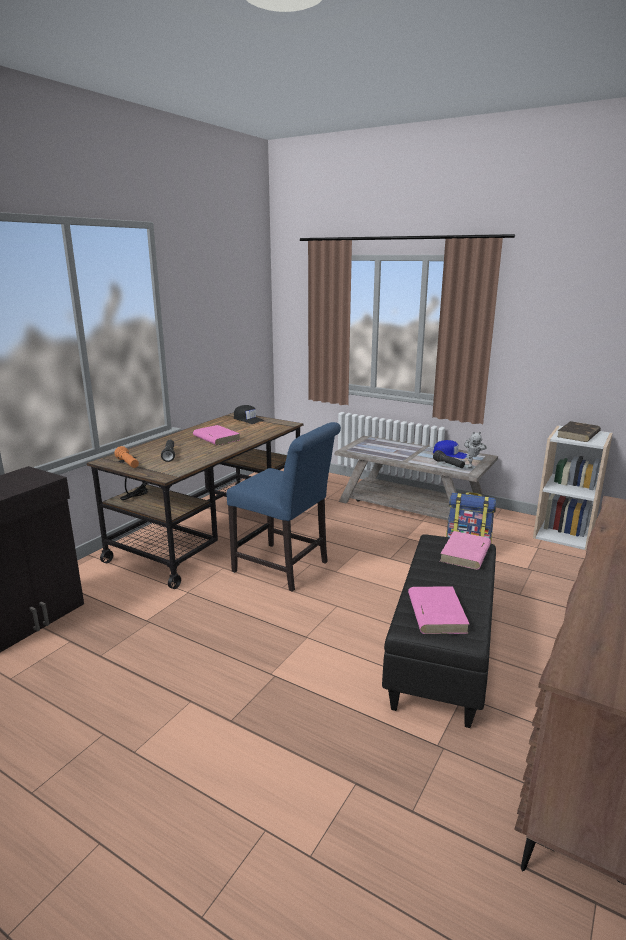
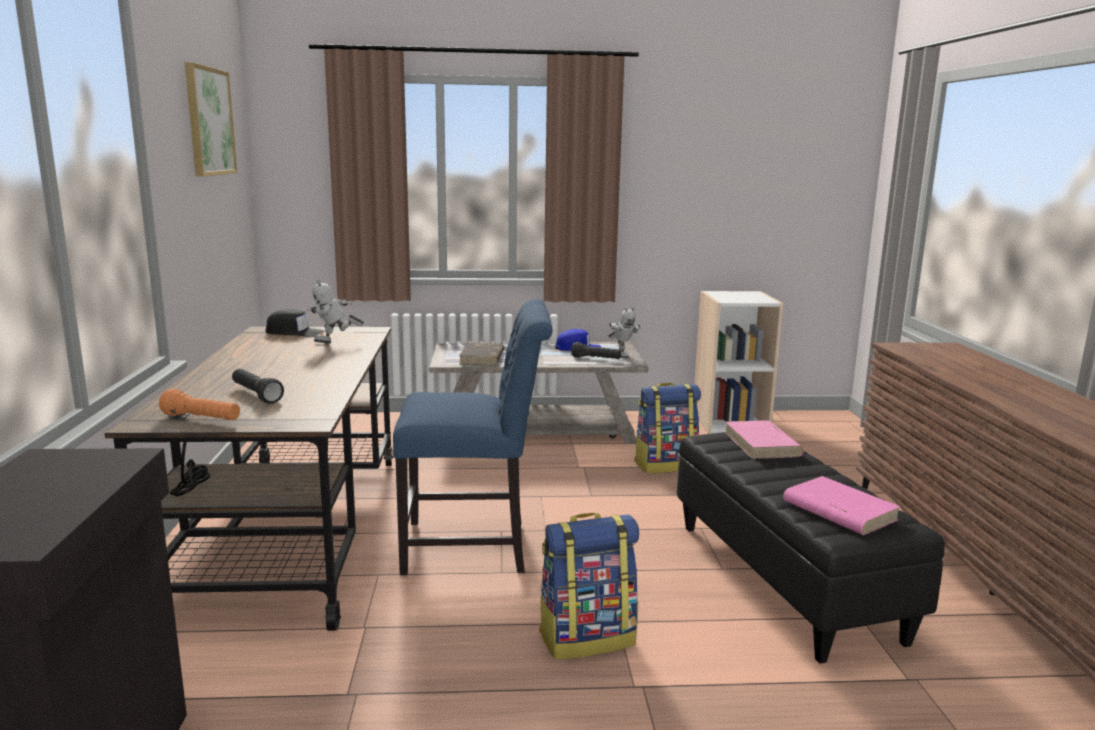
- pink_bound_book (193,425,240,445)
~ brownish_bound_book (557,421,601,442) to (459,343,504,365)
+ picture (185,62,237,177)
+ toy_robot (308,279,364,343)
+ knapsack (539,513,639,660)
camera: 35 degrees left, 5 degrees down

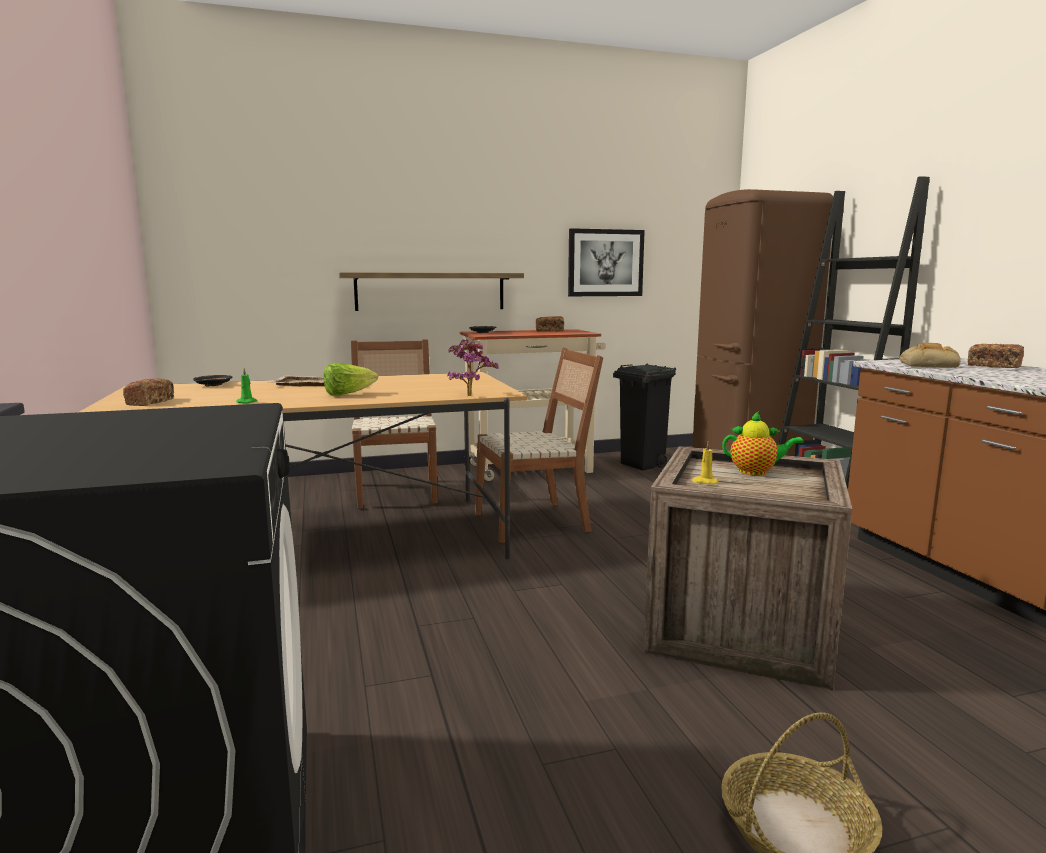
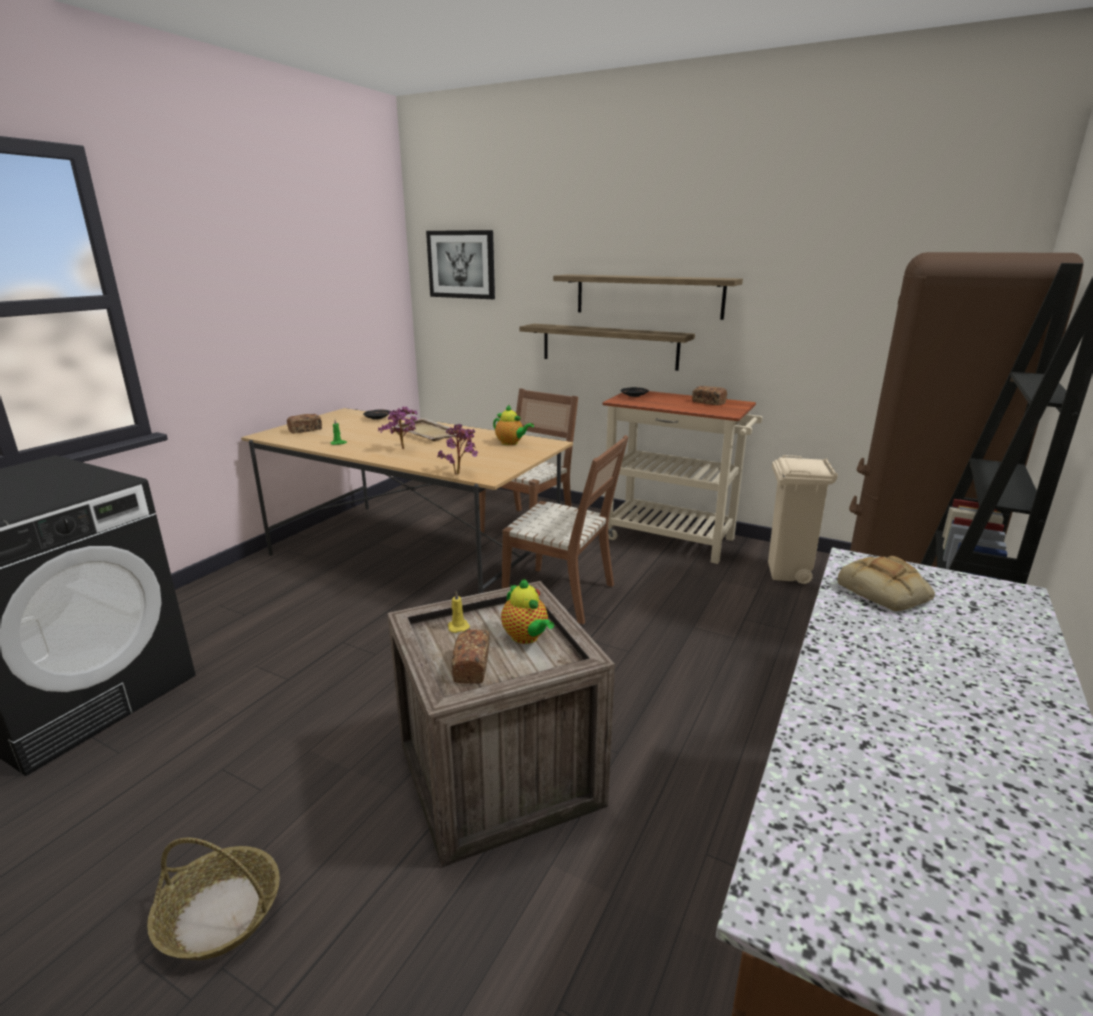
~ lettuce_head (323,362,378,396) to plant_in_a_pot (378,406,417,449)
~ picture (568,228,645,296) to (426,230,495,299)
~ black_waste_bin (613,364,676,471) to beige_waste_bin (768,455,838,584)
~ baked_bread (968,344,1024,368) to (451,629,490,684)
+ pot_for_tea (493,405,534,445)
+ wall_shelf (553,274,743,320)
camera: 45 degrees right, 10 degrees up

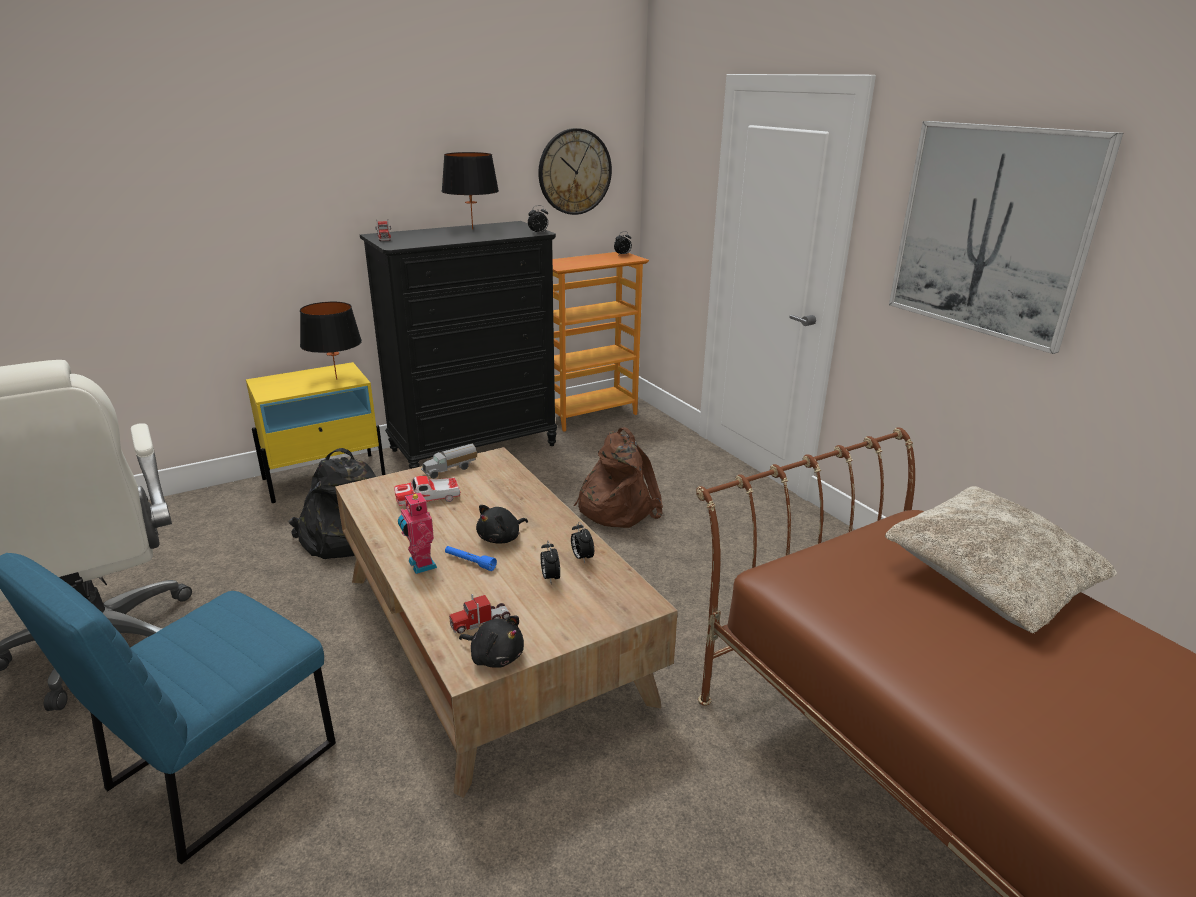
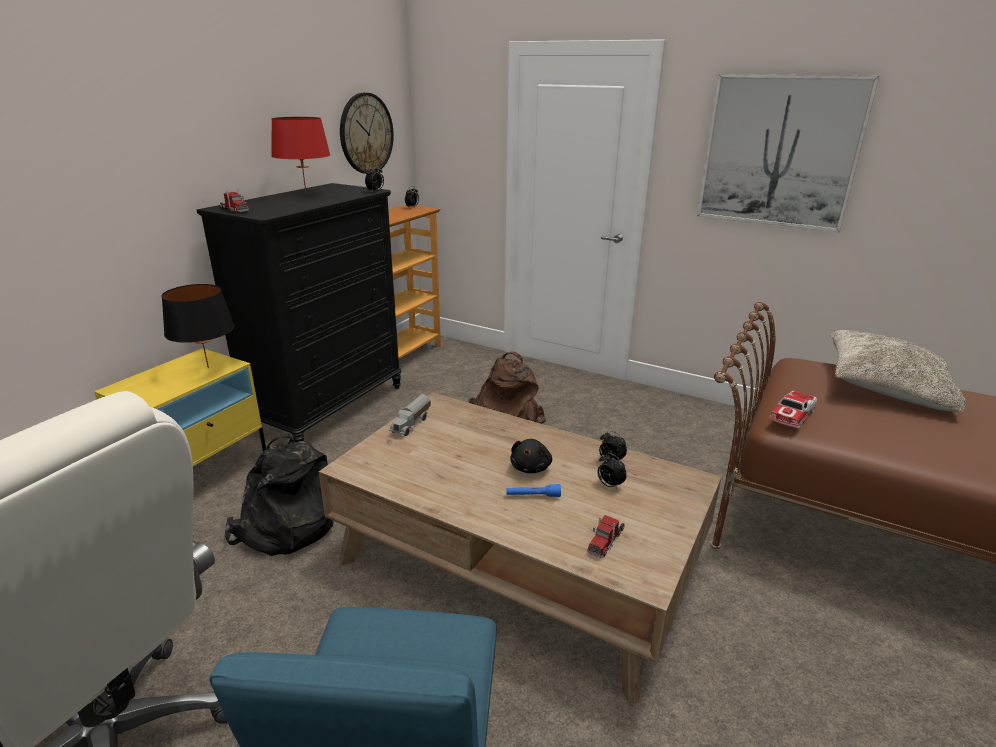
~ miniature_car (394,476,461,506) to (769,391,817,428)
- toy_robot (398,491,437,574)
~ black_lamp_for_a_table (442,152,499,230) to red_lamp_for_a_table (271,117,330,194)
- black_plush_toy (459,616,524,668)
camera: 30 degrees left, 0 degrees up

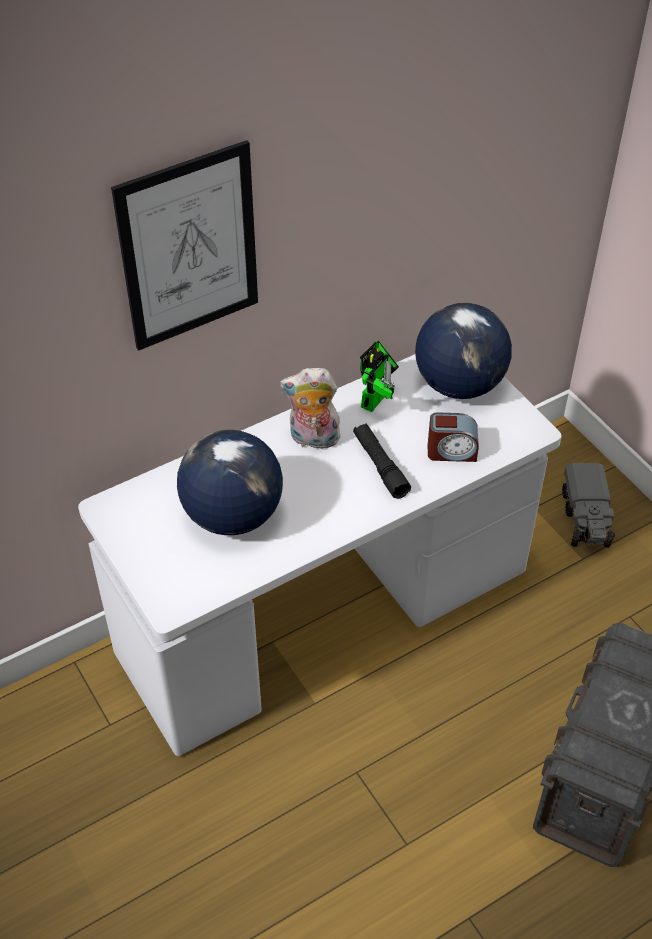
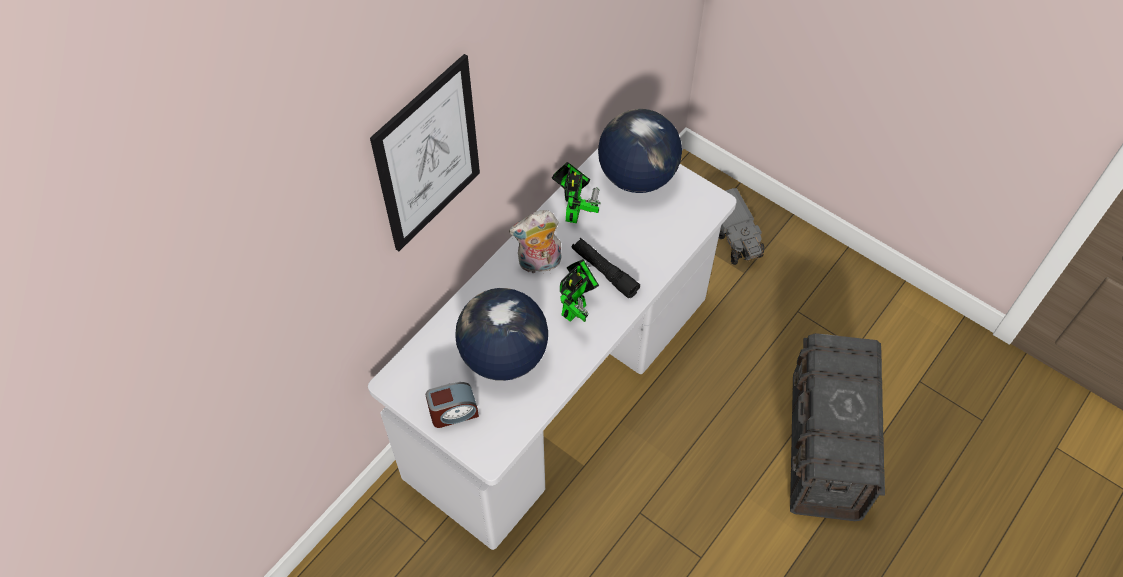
~ bedside_clock (428,412,479,462) to (426,382,479,428)
+ toy_robot (560,259,599,322)
camera: 20 degrees left, 10 degrees up

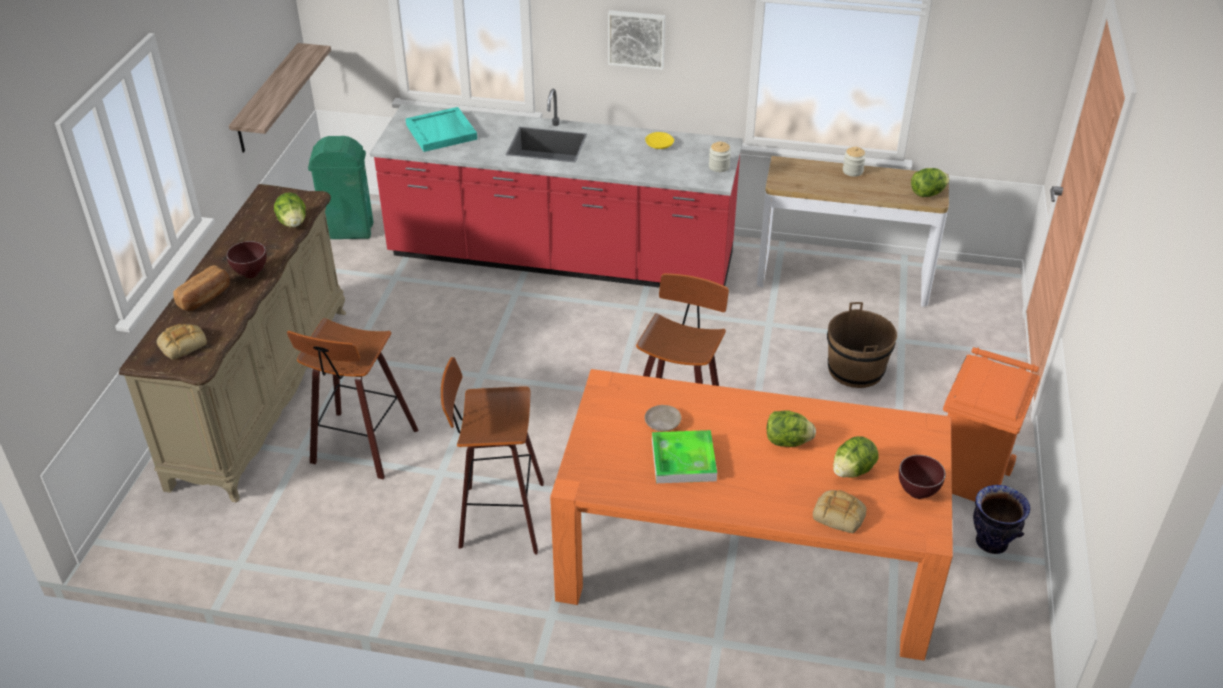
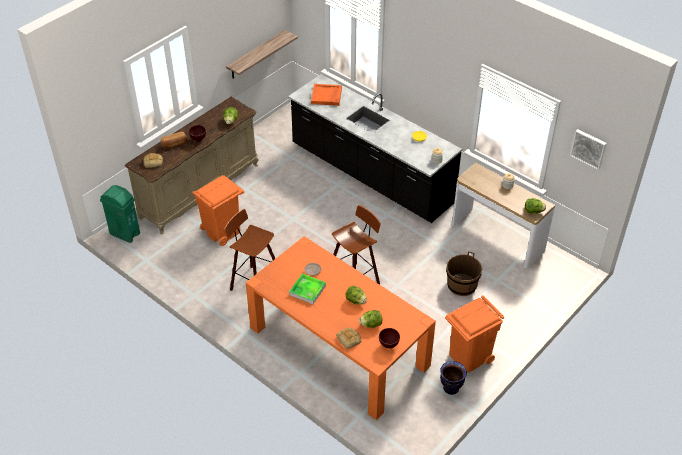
~ stool_seat (287,318,418,480) to orange_waste_bin (192,175,244,246)
~ green-coloured_waste_bin (308,136,373,239) to (100,185,140,243)
~ red_kitchen_counter (370,89,743,288) to black_kitchen_counter (288,74,462,223)
~ turquoise-coloured_serving_tray (406,107,477,152) to orange_serving_tray (311,84,342,106)
~ picture (608,10,665,70) to (570,129,607,170)
camera: 30 degrees right, 5 degrees up

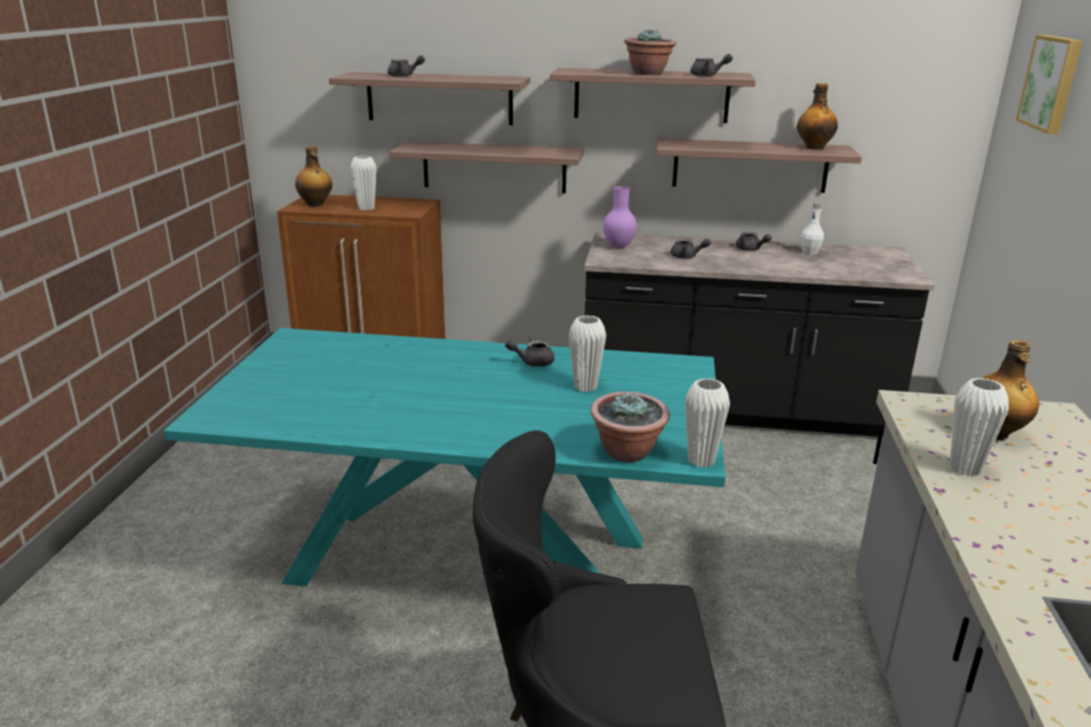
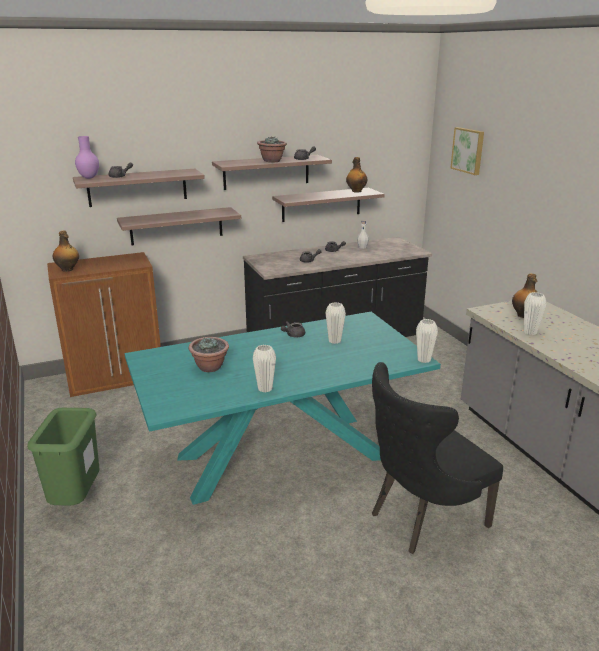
~ whitish_flower_vase (350,156,377,210) to (253,345,276,392)
~ plant_in_a_pot (591,392,670,462) to (189,337,229,372)
~ purple-coloured_flower_vase (603,186,637,248) to (75,136,99,179)
+ green-coloured_waste_bin (27,408,99,506)
camera: 30 degrees left, 0 degrees up

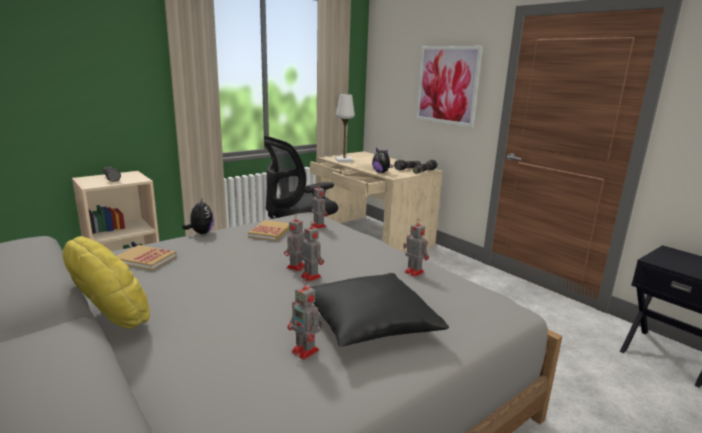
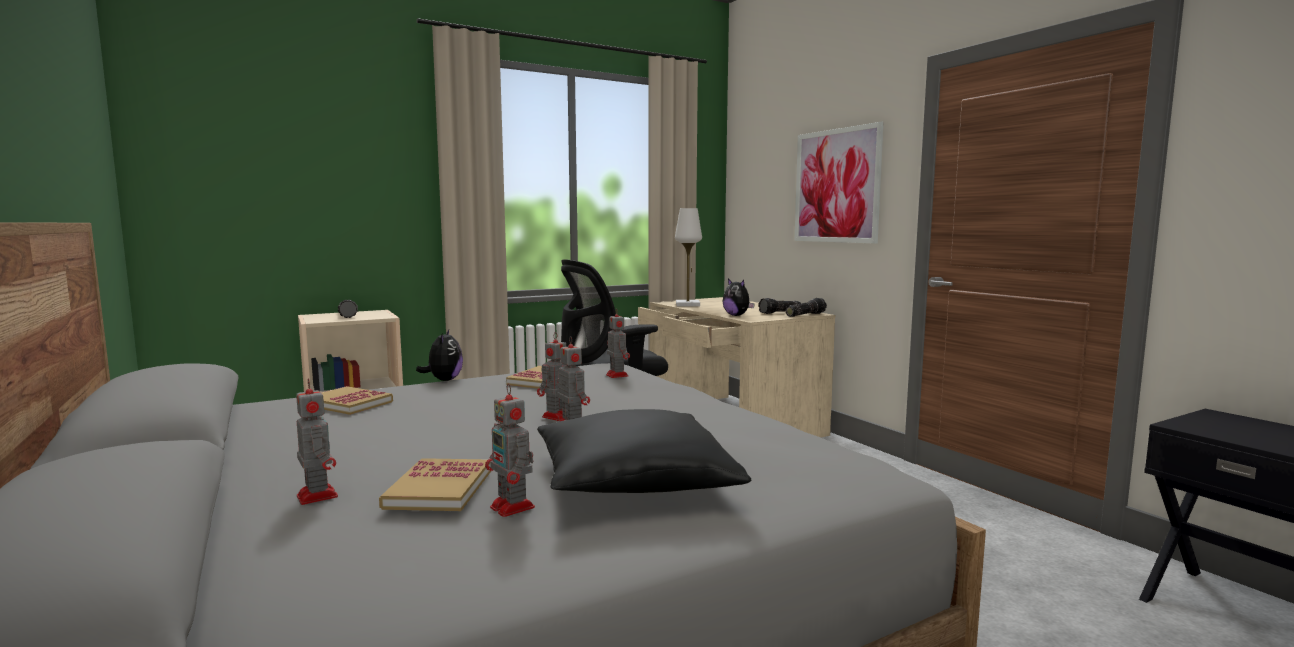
- yellow-coloured_cushion (63,236,150,329)
~ toy_robot (403,221,429,277) to (296,378,338,505)
+ bound_book (379,458,491,511)
camera: 10 degrees right, 10 degrees down

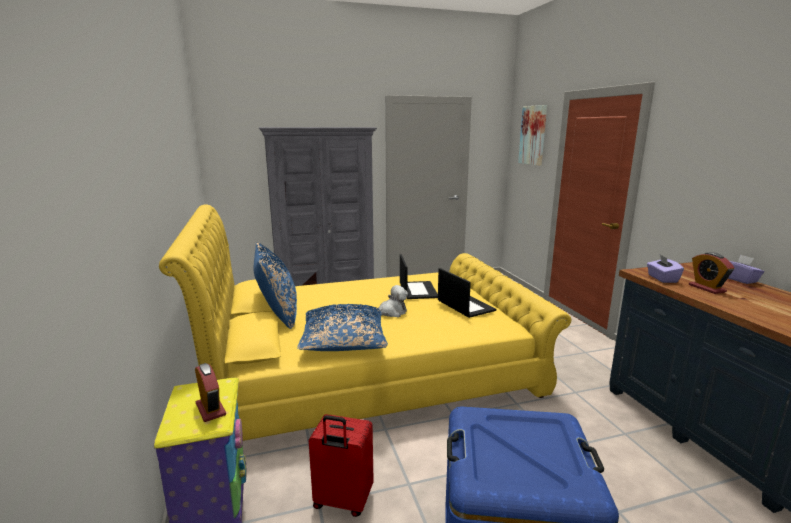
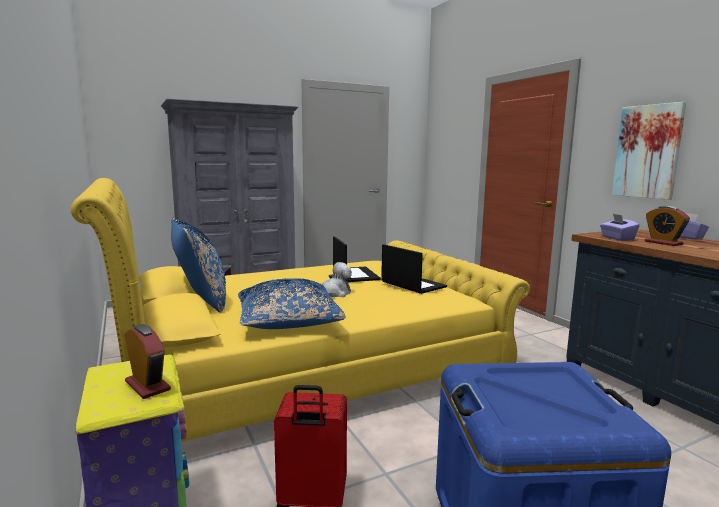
~ picture (518,105,547,166) to (612,102,686,200)
camera: 10 degrees left, 5 degrees down

